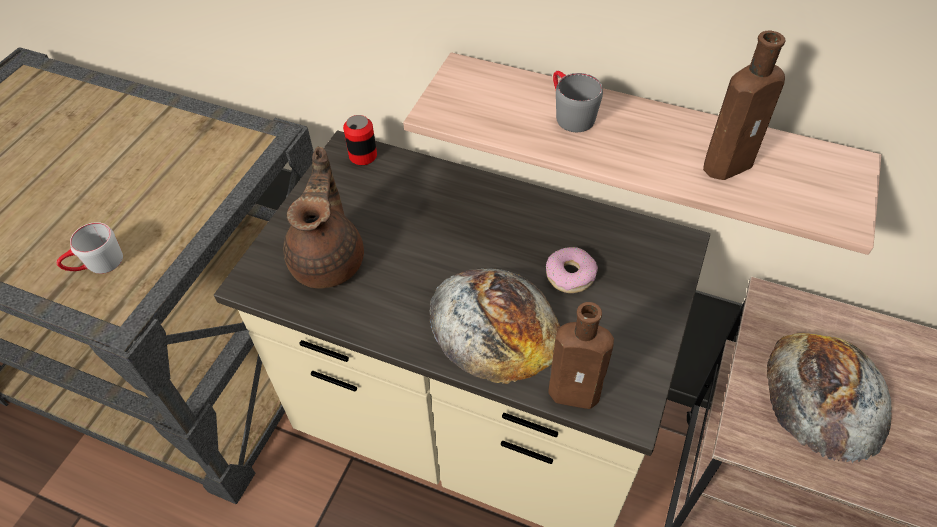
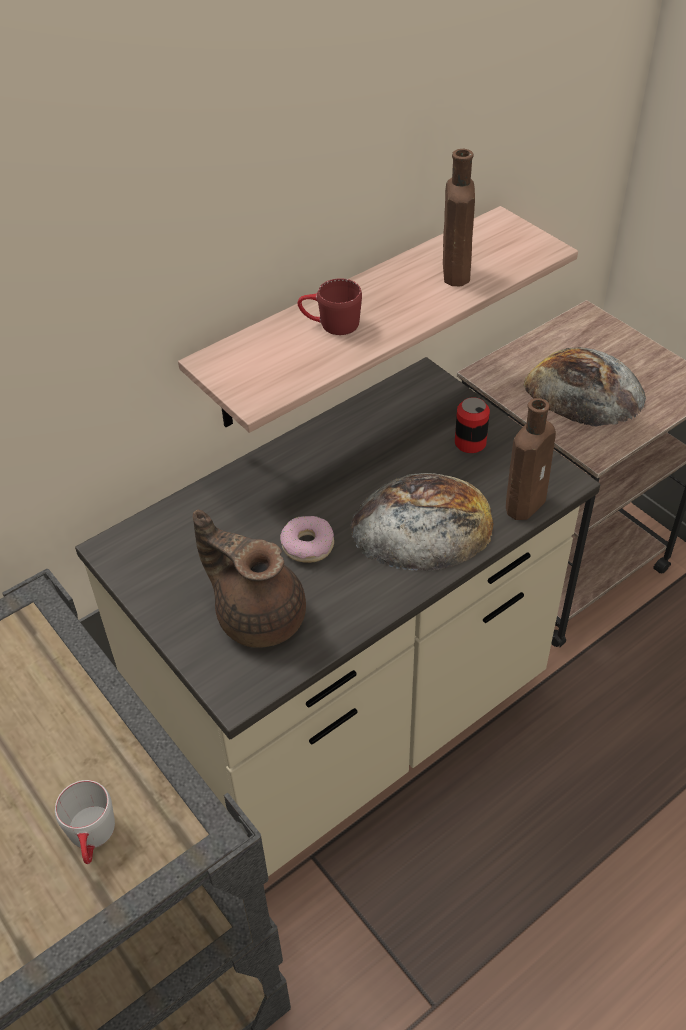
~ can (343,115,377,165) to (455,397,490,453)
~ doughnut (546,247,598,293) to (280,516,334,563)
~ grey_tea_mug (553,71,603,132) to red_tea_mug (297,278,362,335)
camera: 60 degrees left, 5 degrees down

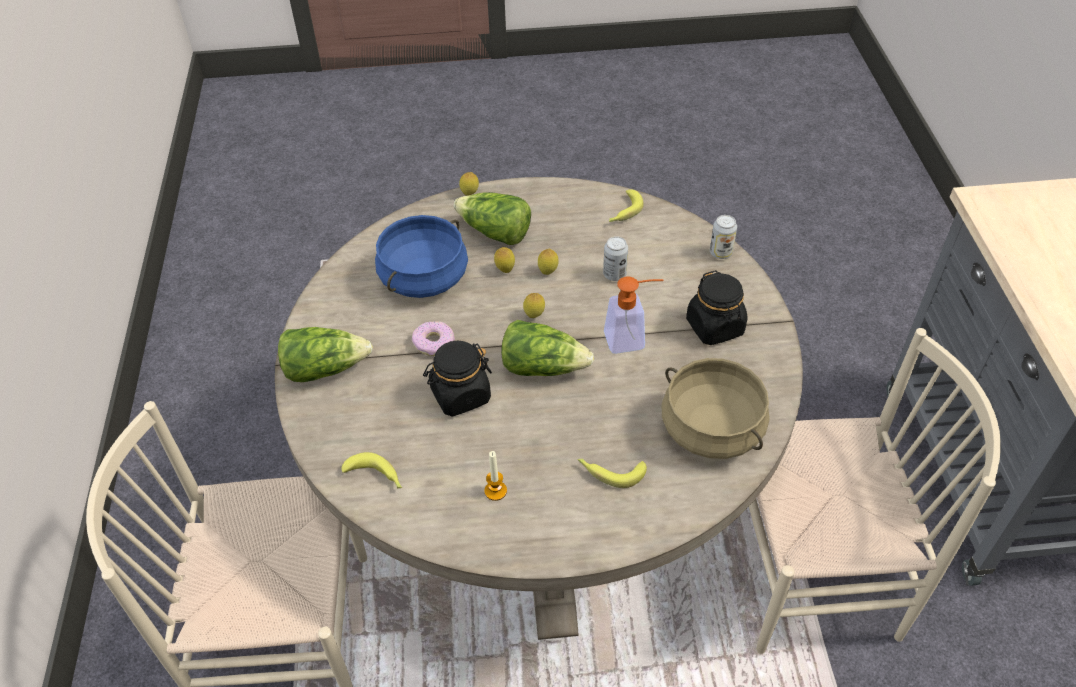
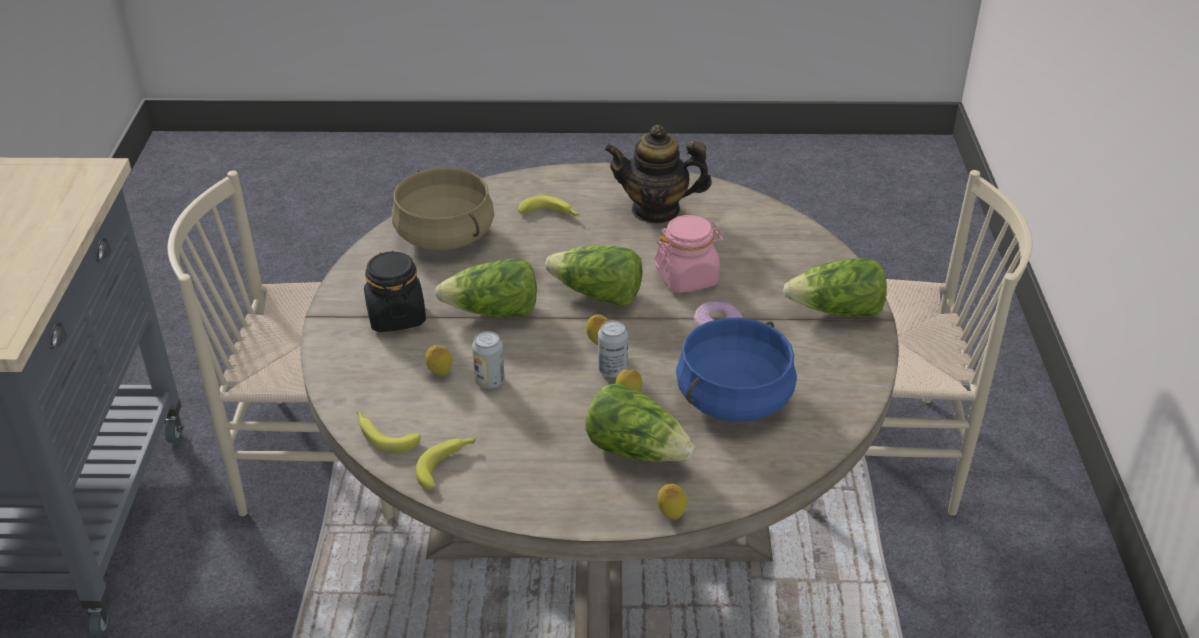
~ banana (341,452,402,489) to (356,411,421,453)
~ black_preserve_jar (423,341,492,416) to pink_preserve_jar (654,215,724,293)
~ candle (484,451,507,501) to pot_for_tea (604,125,712,223)
~ citrus_fruit (538,249,559,275) to (425,345,453,376)
~ liquid_soap_bottle (604,277,664,354) to lettuce_head (435,259,537,317)
~ can (710,215,737,259) to (598,320,628,377)
camera: 175 degrees left, 10 degrees down

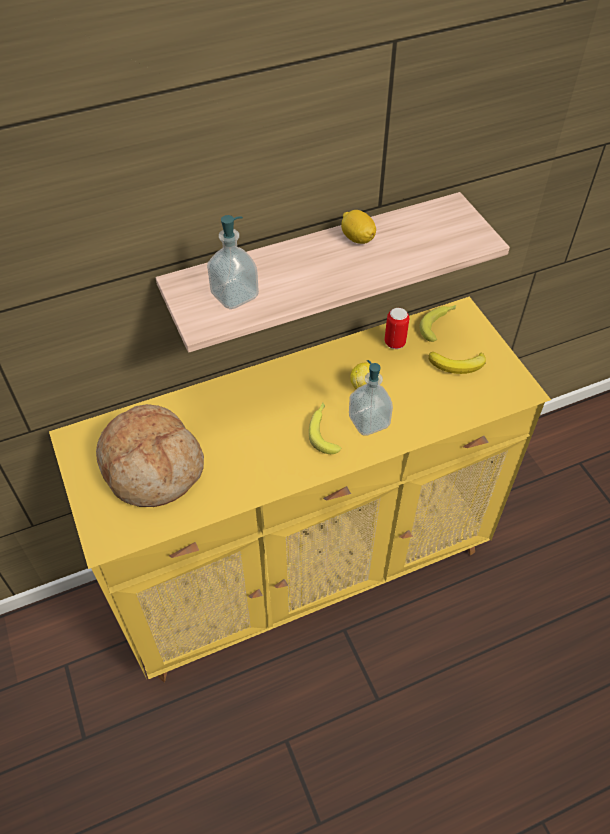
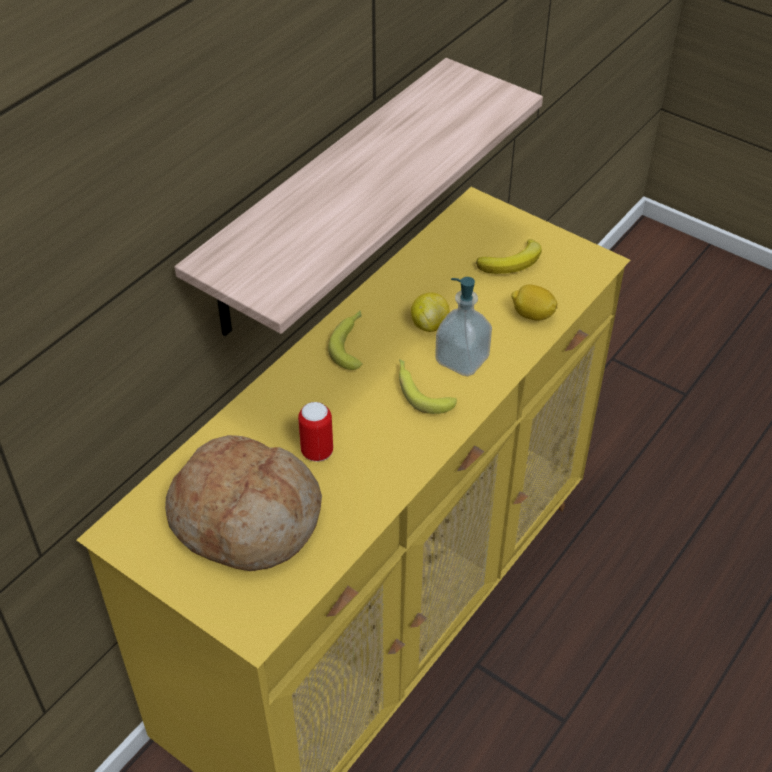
- liquid_soap_bottle (207,215,259,309)
~ citrus_fruit (341,210,376,244) to (511,285,557,321)
~ can (384,308,409,349) to (298,402,333,462)
~ banana (419,305,456,342) to (328,311,363,370)
camera: 30 degrees left, 5 degrees down

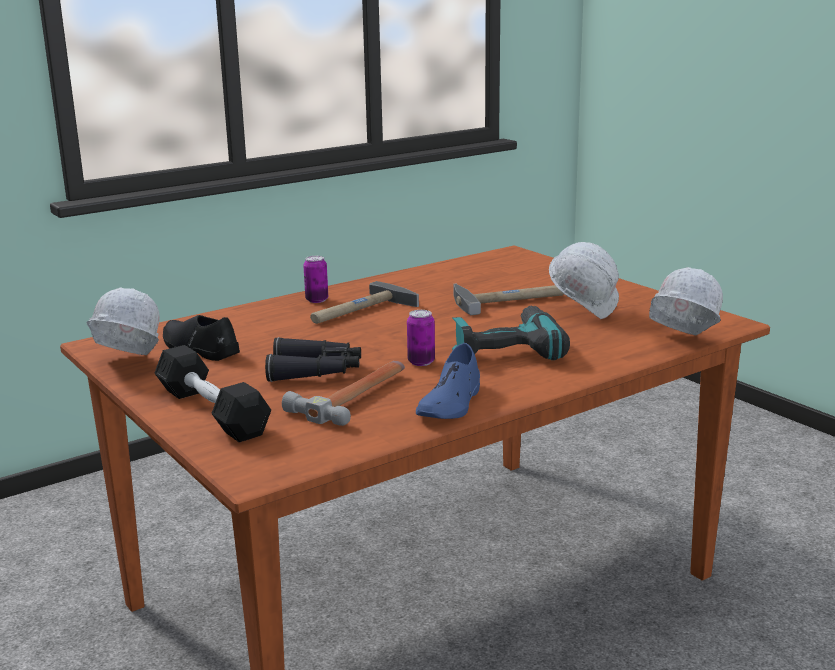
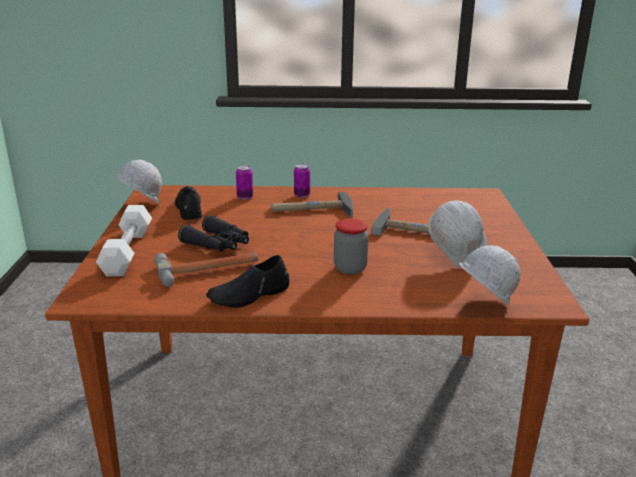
~ black_dumbbell (154,345,271,442) to whitish_dumbbell (96,205,152,276)
~ can (407,310,435,366) to (236,166,253,199)
~ bluish_shoe (416,343,480,419) to black_shoe (206,255,290,308)
~ power_drill (452,305,570,360) to preserve_jar (334,219,369,274)
camera: 35 degrees right, 5 degrees up

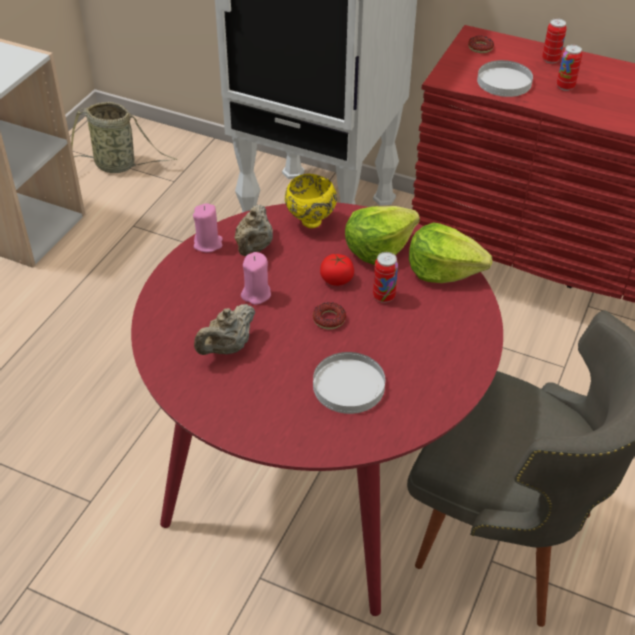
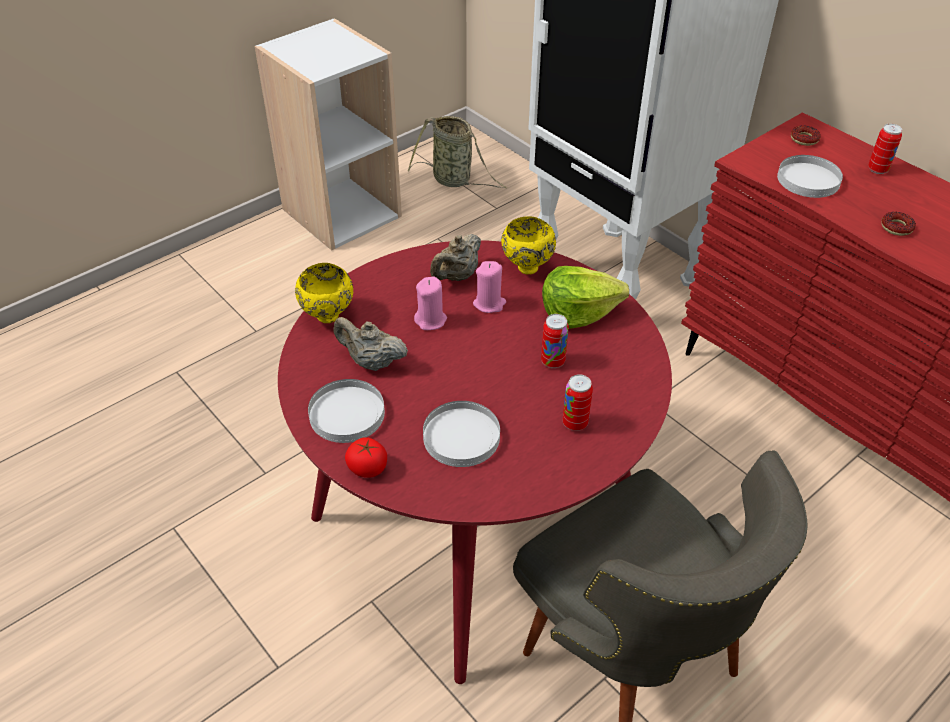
~ pink_candle (193,203,223,253) to (473,261,506,313)
~ beige_pot_for_tea (194,304,255,355) = (333,317,408,371) 45 degrees clockwise
~ doughnut (313,302,346,329) to (881,212,916,236)
~ fresh_tomato (320,254,354,286) to (345,437,387,478)
- lettuce_head (409,222,492,283)
~ can (557,45,582,91) to (562,374,593,431)
+ yellow-coloured_deep_dish (295,263,353,323)
+ whitish_dinner_plate (308,379,385,443)
camera: 25 degrees right, 0 degrees up

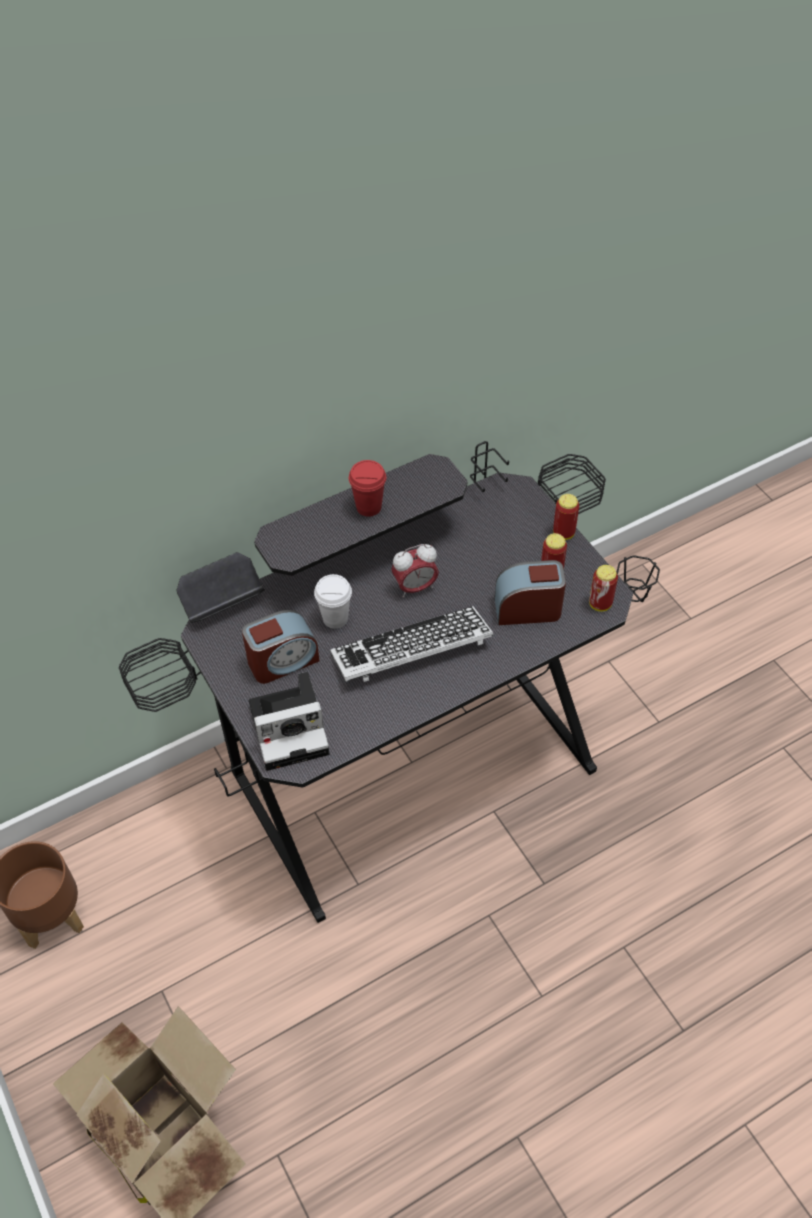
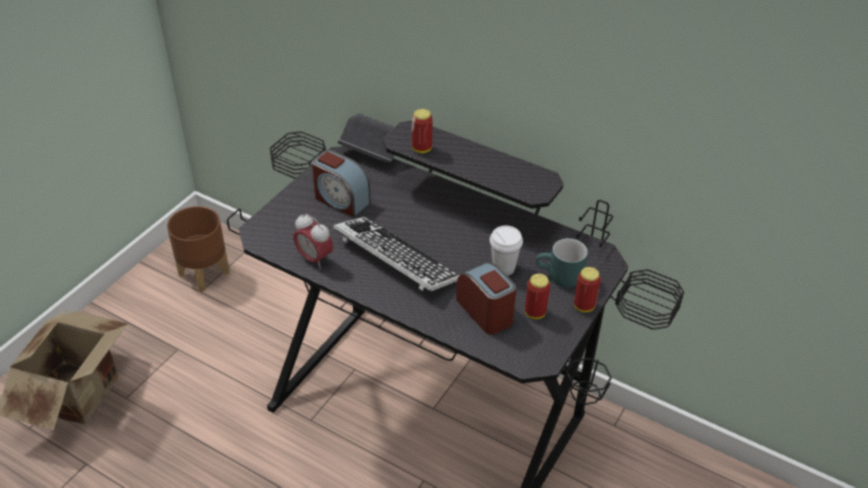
- still_camera (249,672,329,771)
~ whitish_small_cup (314,574,352,629) to (490,226,523,276)
- red_small_cup (349,460,386,517)
~ bedside_clock (392,544,439,597) to (293,213,333,269)
~ can (589,565,618,612) to (412,109,433,153)
+ turquoise-coloured_tea_mug (536,238,588,288)
camera: 60 degrees right, 10 degrees down

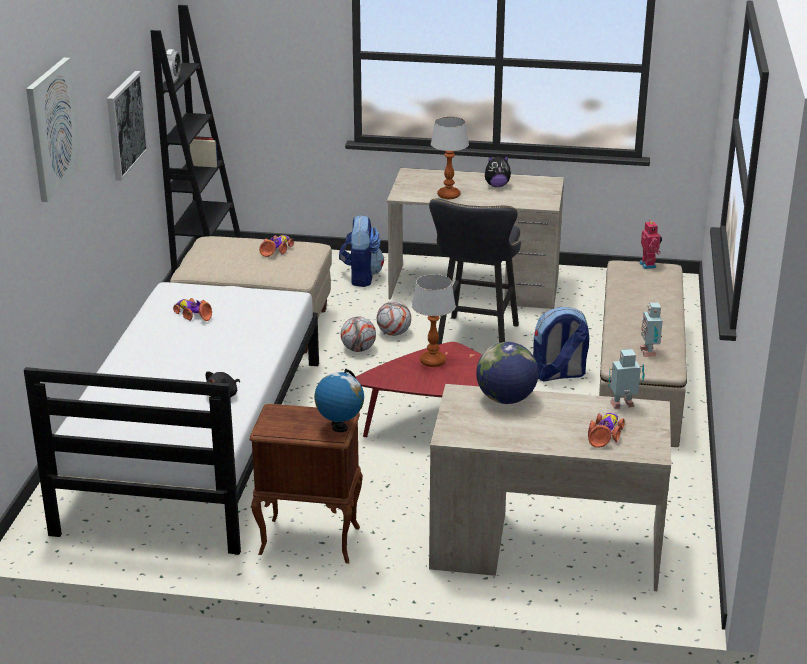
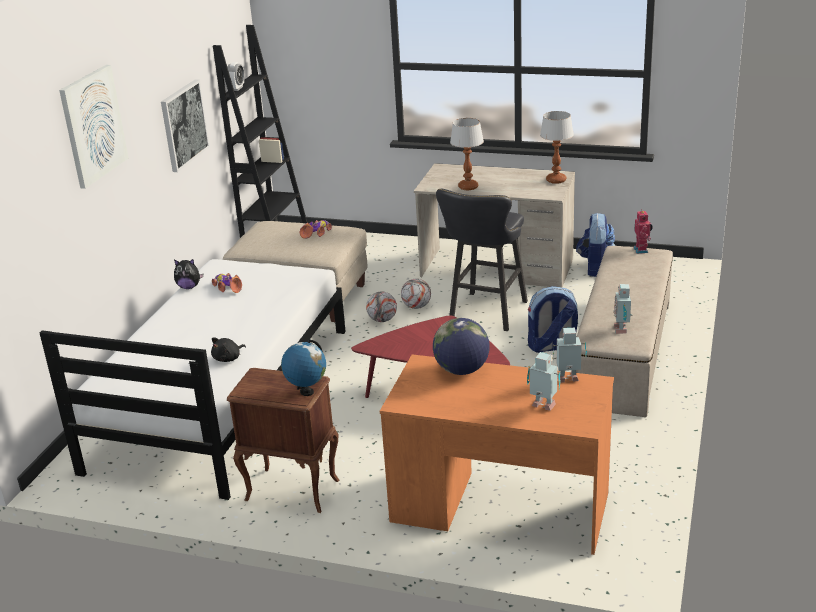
~ knapsack (339,215,384,287) to (576,213,615,277)
~ lamp_for_a_table (412,274,456,367) to (540,111,574,184)
~ beige_desk_unit (429,384,671,591) to orange_desk_unit (380,354,614,555)
~ plush_toy (485,155,511,187) to (174,259,203,289)
~ miniature_car (588,413,625,448) to toy_robot (527,352,560,411)
camera: 10 degrees right, 0 degrees up

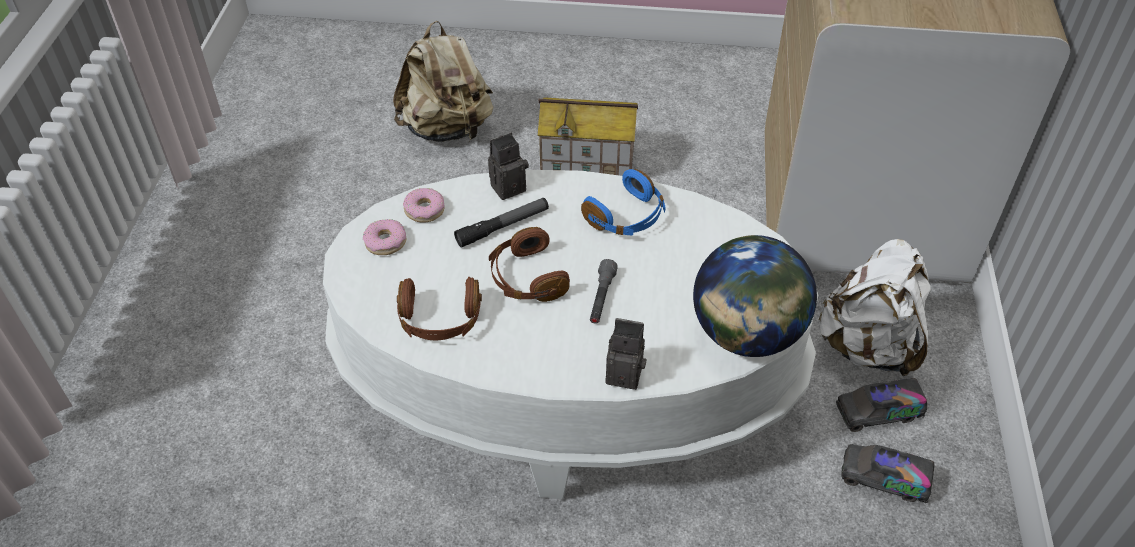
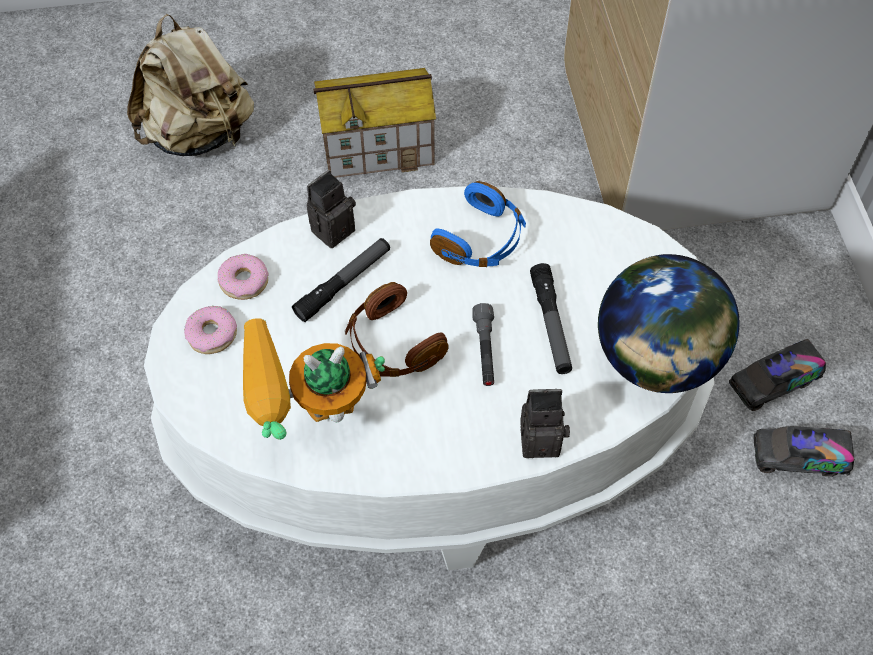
~ brownish_headset (397,277,482,340) to toy_robot (243,318,385,440)
- whitish_knapsack (816,239,931,376)
+ hand_torch (530,263,572,374)
camera: 15 degrees left, 10 degrees up

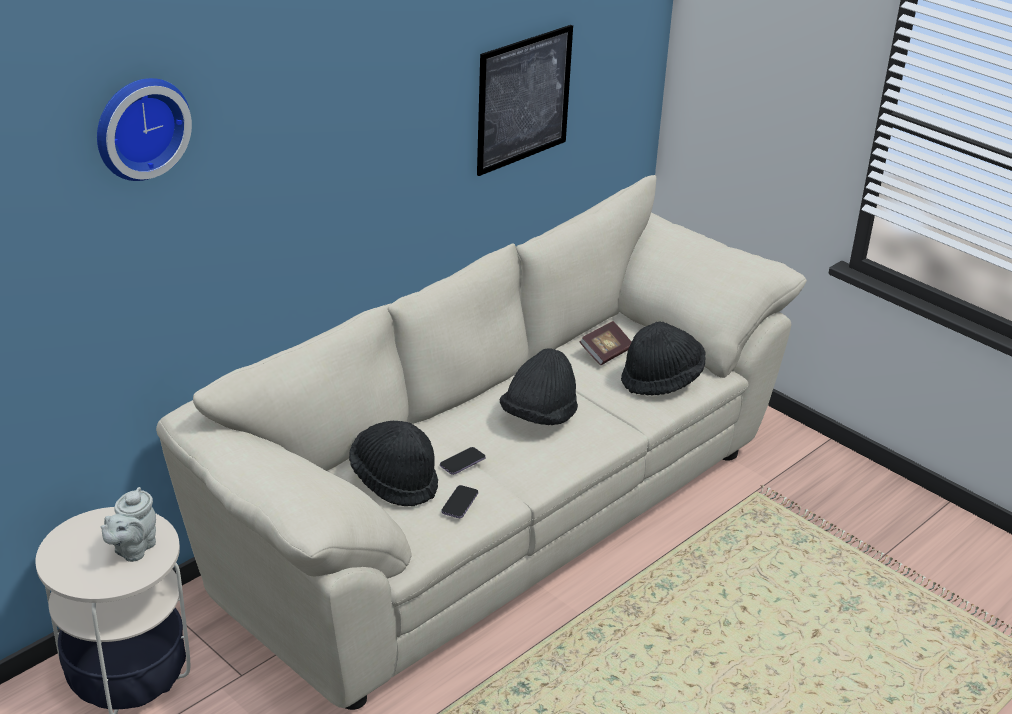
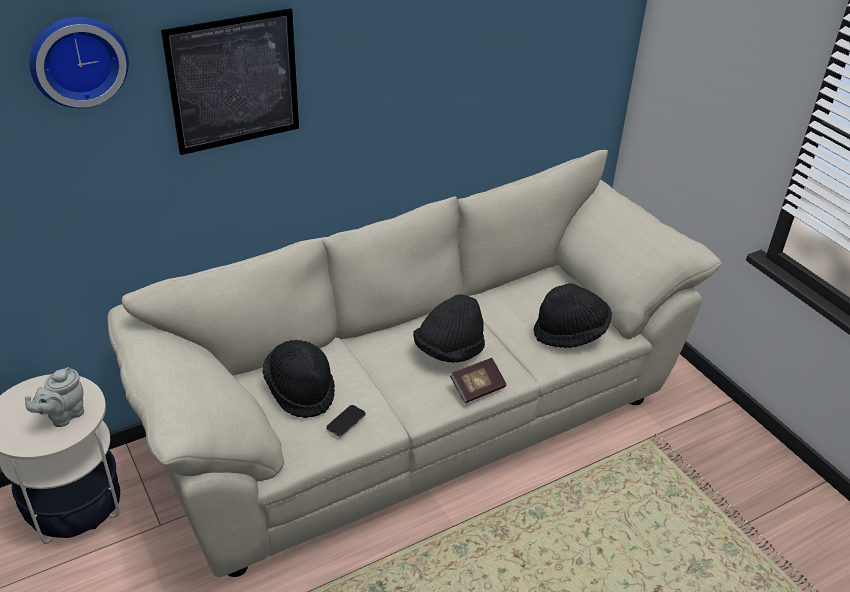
- handset (440,447,486,475)
~ picture (477,25,573,176) to (161,8,299,155)
~ bound_book (580,321,631,365) to (450,358,506,403)
camera: 15 degrees right, 5 degrees up

